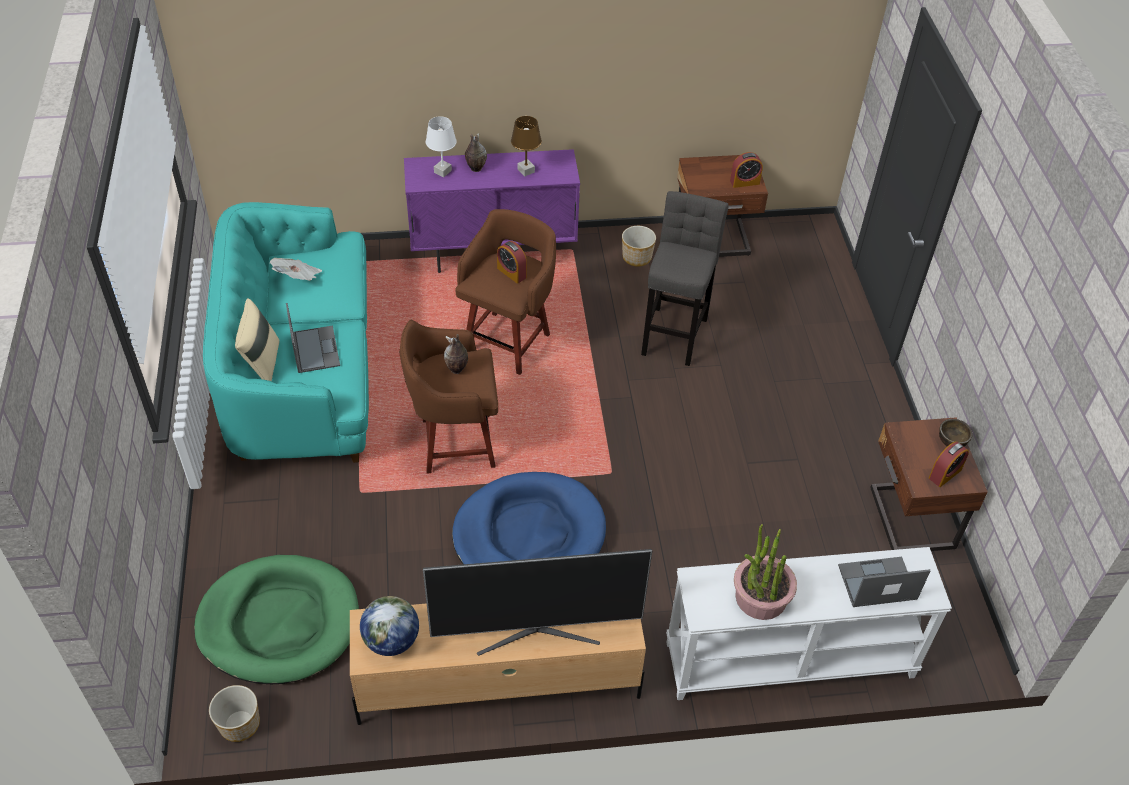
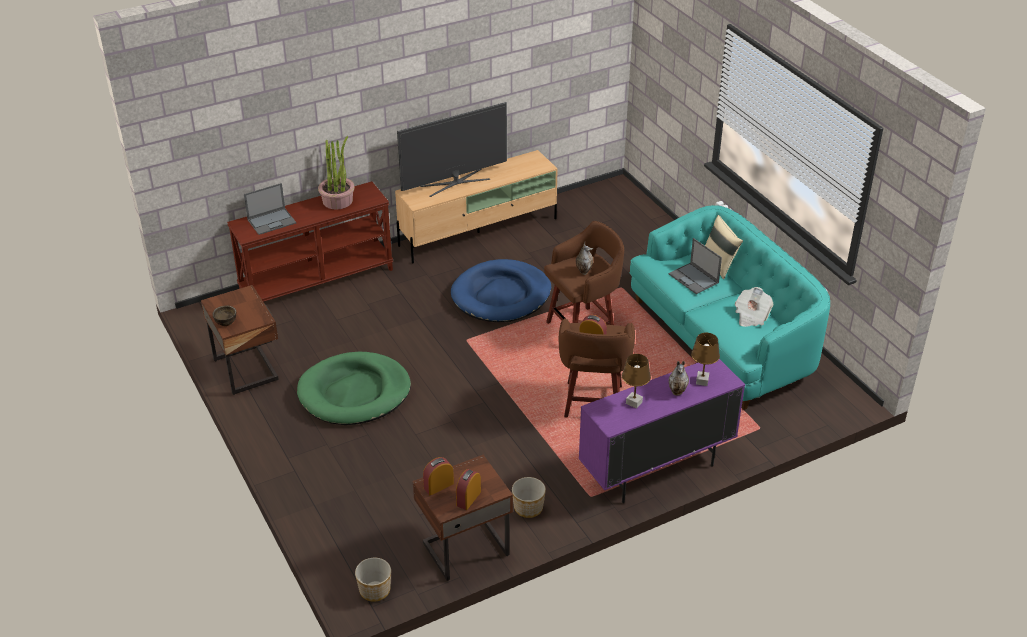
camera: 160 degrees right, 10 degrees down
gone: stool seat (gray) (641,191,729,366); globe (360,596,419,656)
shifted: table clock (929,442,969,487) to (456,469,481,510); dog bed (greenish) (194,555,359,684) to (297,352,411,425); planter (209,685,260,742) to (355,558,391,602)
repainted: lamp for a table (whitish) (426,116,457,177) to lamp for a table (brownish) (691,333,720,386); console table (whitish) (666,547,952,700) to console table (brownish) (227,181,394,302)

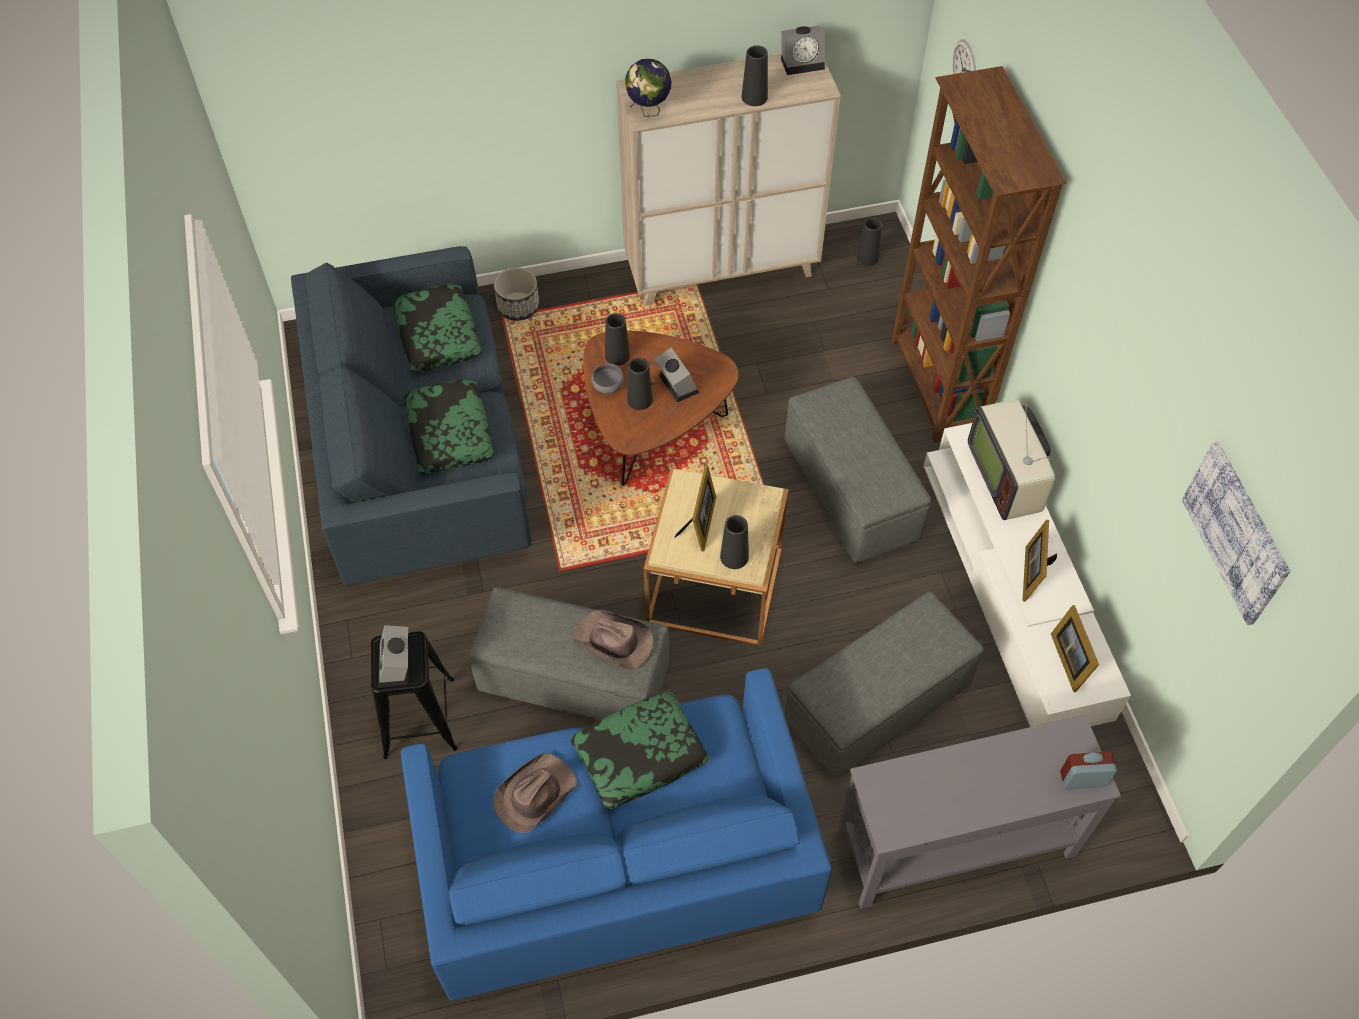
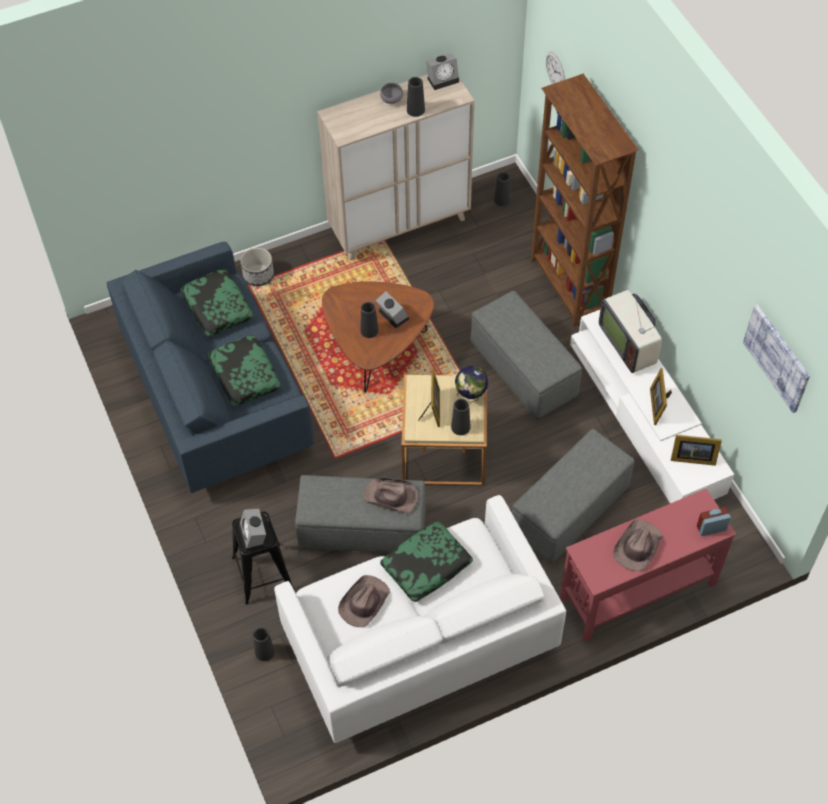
camera: 10 degrees left, 0 degrees up
new: wearable hat (brownish) (613,520,663,571)
shifted: globe (625,59,672,117) to (455,366,488,403); flower vase (blackish) (605,313,630,366) to (253,627,275,661); bowl (gray) (591,363,624,394) to (380,83,403,104)
repainted: sofa (blue-coloured) (401,668,832,1000) to sofa (whitish) (274,495,566,743); console table (gray) (837,715,1121,909) to console table (reddish) (560,488,736,642)
rotated: standing frame (1051,605,1099,692) = (671,435,722,466) 60 degrees counterclockwise

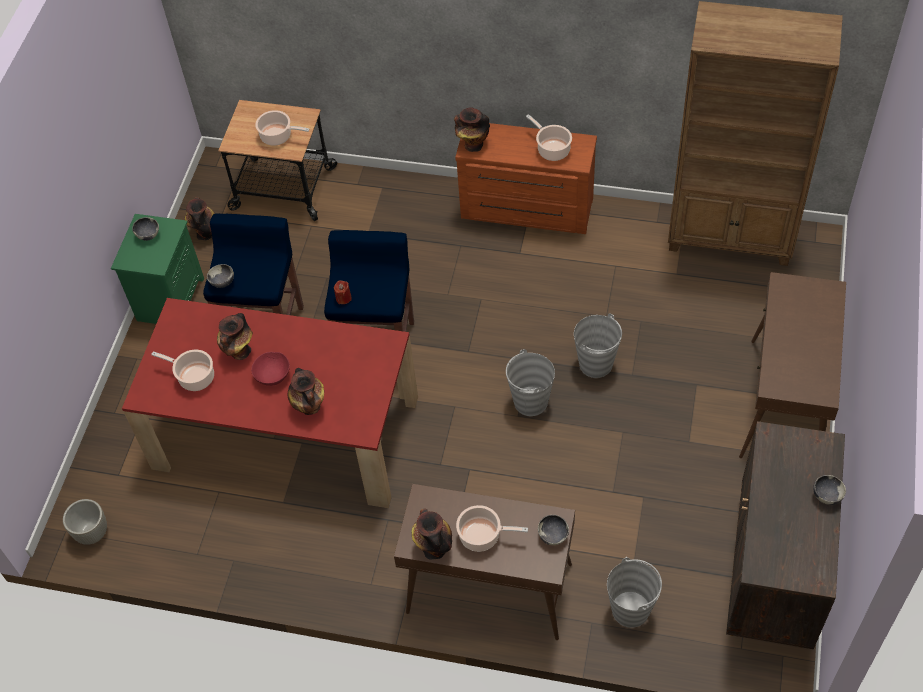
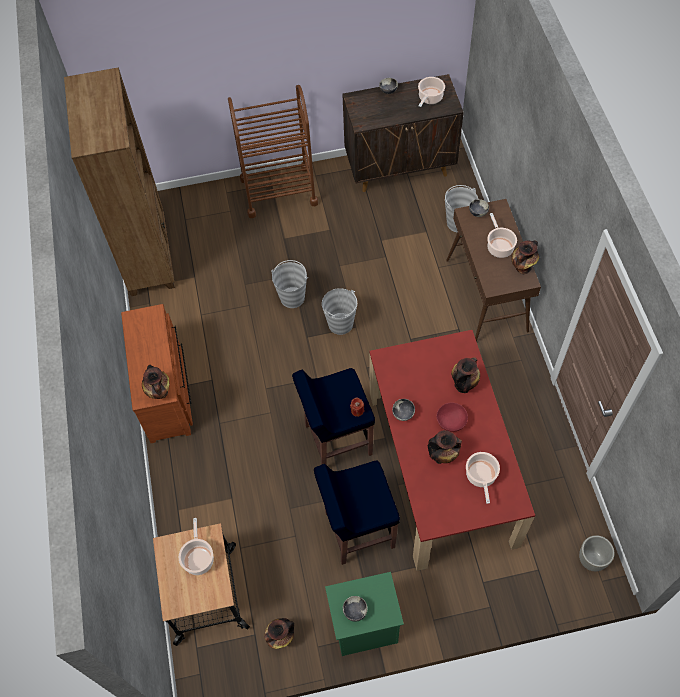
camera: 115 degrees left, 5 degrees up
shifted: saucepot (526,114,572,161) to (418,77,445,107); bowl (207,264,234,288) to (392,399,415,421)
swapped: console table (brownish) (739,272,846,458) to trolley (brownish) (228,85,318,218)

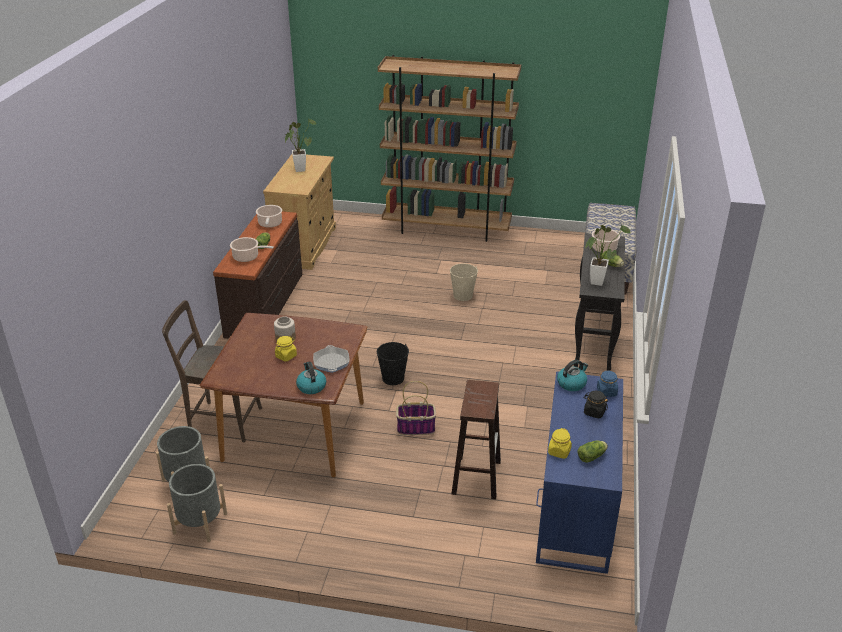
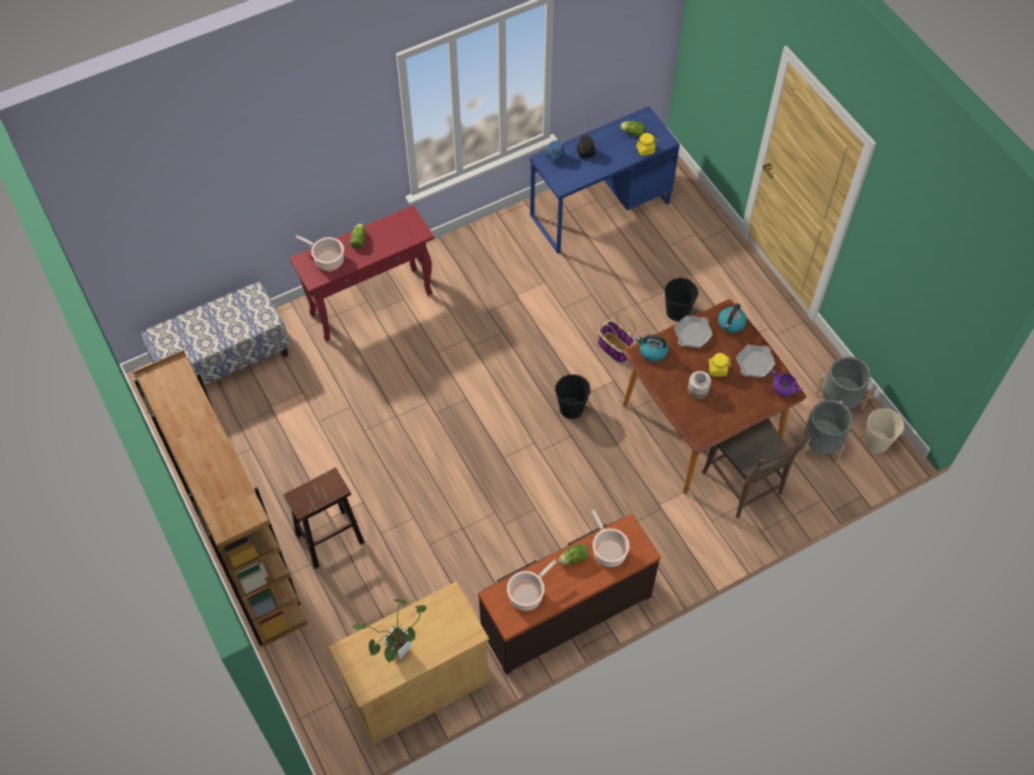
camera: 130 degrees left, 25 degrees up
gone: houseplant (585,224,631,286)
new: pail (blackish) (665,277,699,321); pan (736,345,776,377); saucepot (purplish) (771,370,802,397)
shifted: pail (beige) (450,264,478,301) to (865,408,905,453); water kettle (557,360,588,391) to (637,335,669,362); stool seat (brownish) (451,380,501,499) to (283,468,365,569)
repainted: console table (blackish) (574,233,625,371) to console table (reddish) (290,205,434,341)

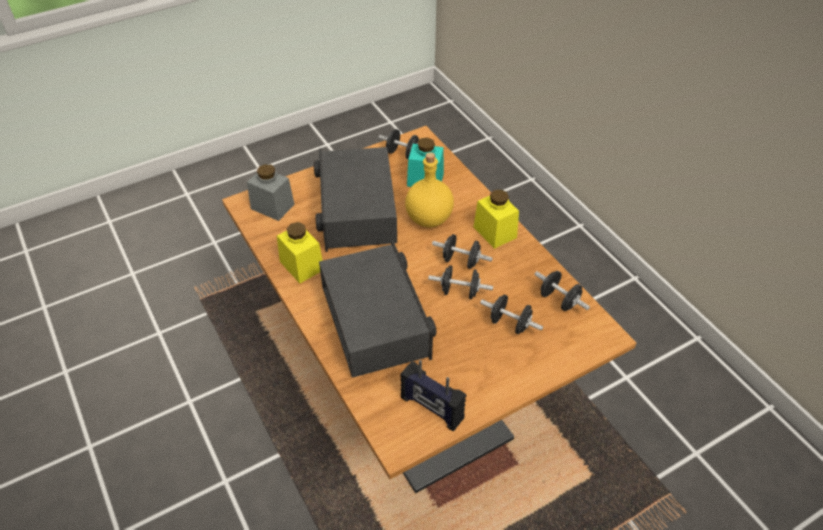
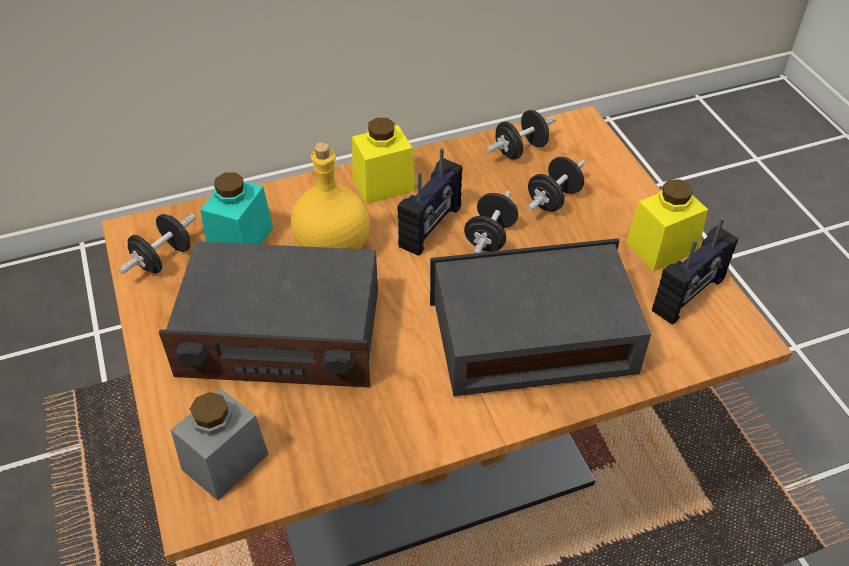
camera: 80 degrees left, 0 degrees up
shifted: storage jar (yellow) (277,222,323,284) to (626,179,708,271)
swapped: dumbbell (blackish) (432,234,493,269) to radio set (397,148,463,256)

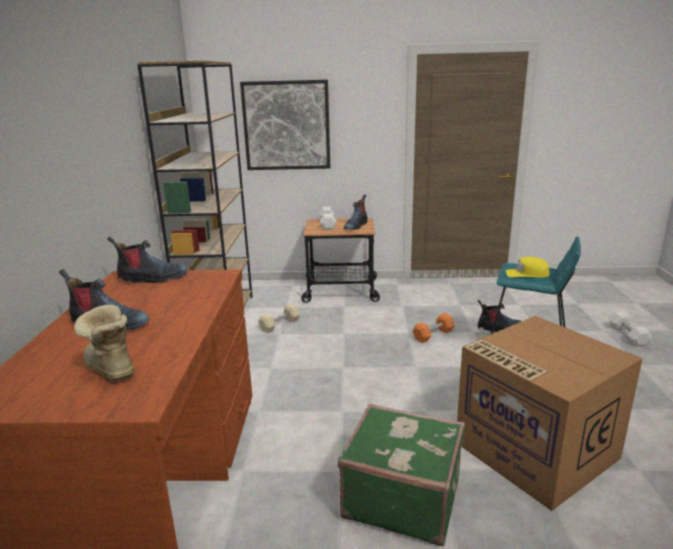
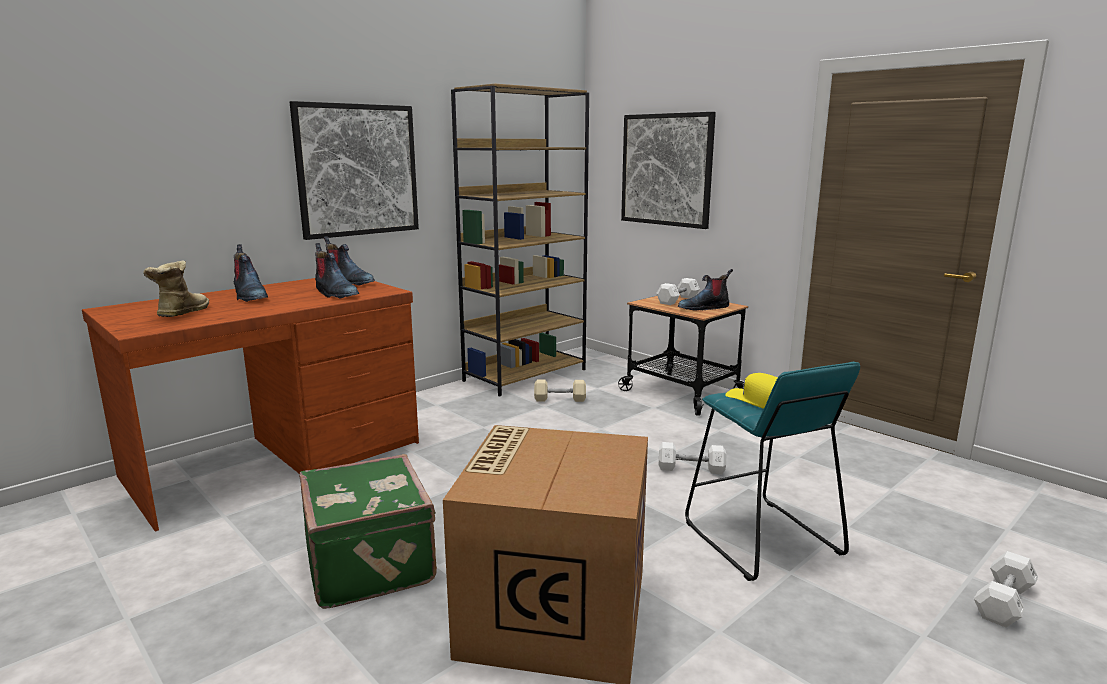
camera: 45 degrees right, 5 degrees down
new: wall picture (290,101,419,240)
shifted: boot (478,300,522,332) to (315,243,359,299)
repainted: dumbbell (orangey) (412,313,455,343) to dumbbell (whitish) (659,442,726,474)

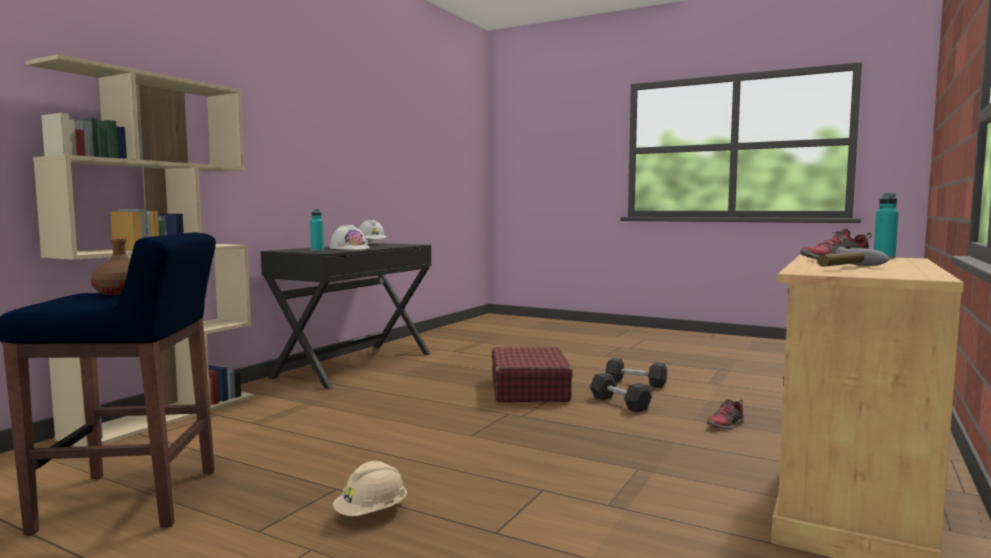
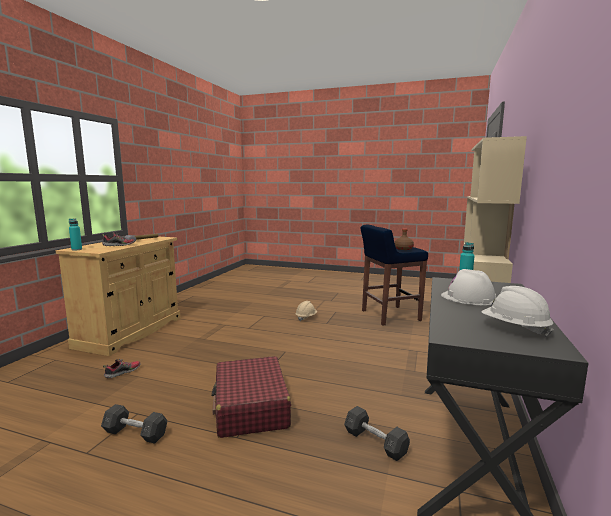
camera: 170 degrees right, 5 degrees up
shifted: dumbbell (gray) (590,372,652,412) to (344,406,410,461)

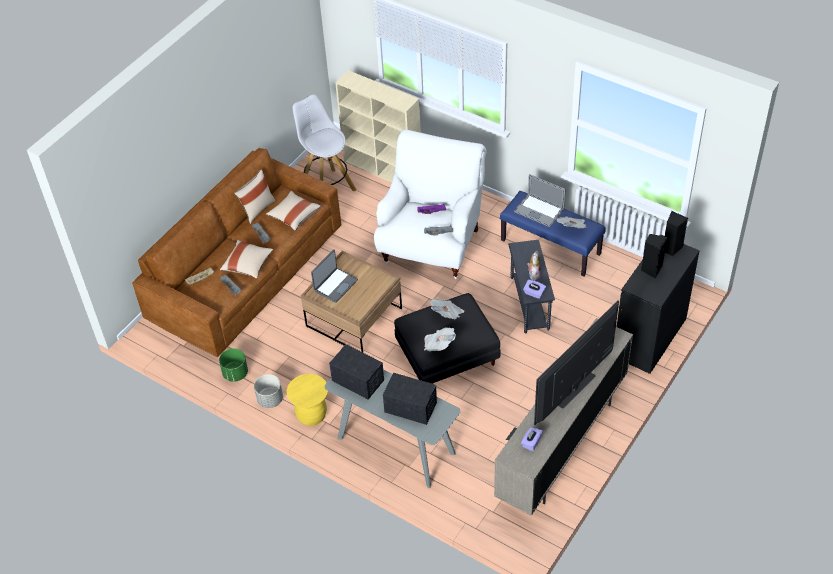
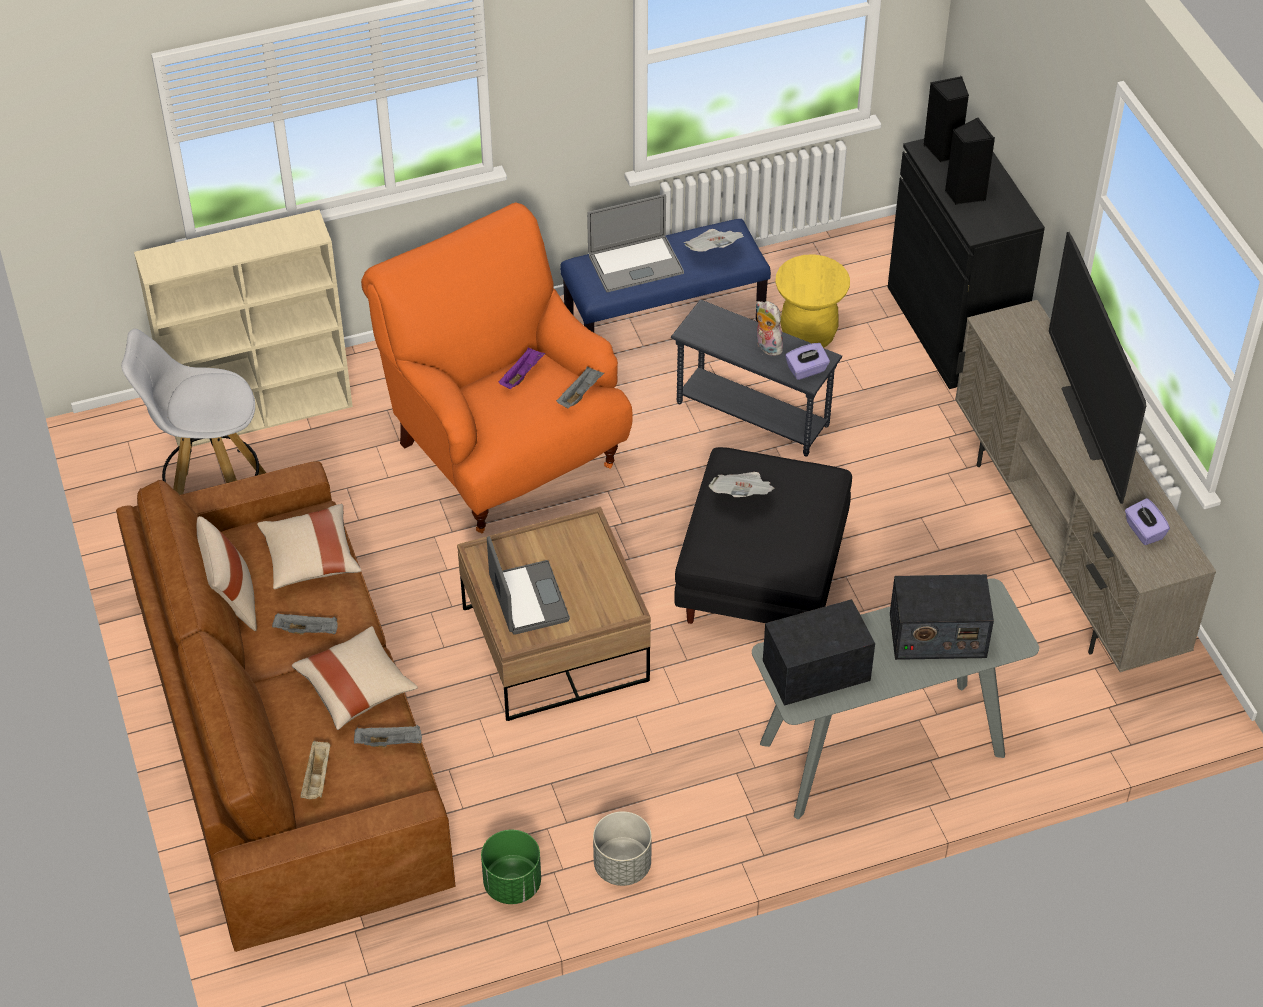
camera: 55 degrees left, 0 degrees up
gone: printed paper (424,327,456,351)
shifted: stool seat (yellow) (287,374,328,426) to (775,254,850,348)
repainted: lounge chair (whitish) (374,129,486,279) to lounge chair (orangey) (361,202,633,533)
rotated: radio set (383,373,437,425) = (890,574,994,660) 150 degrees counterclockwise

